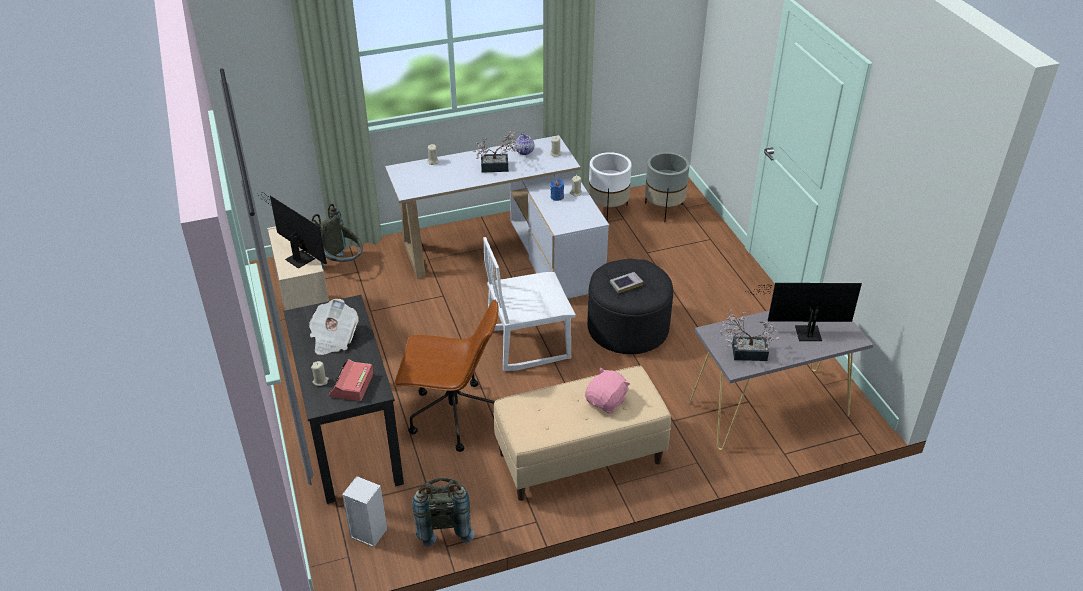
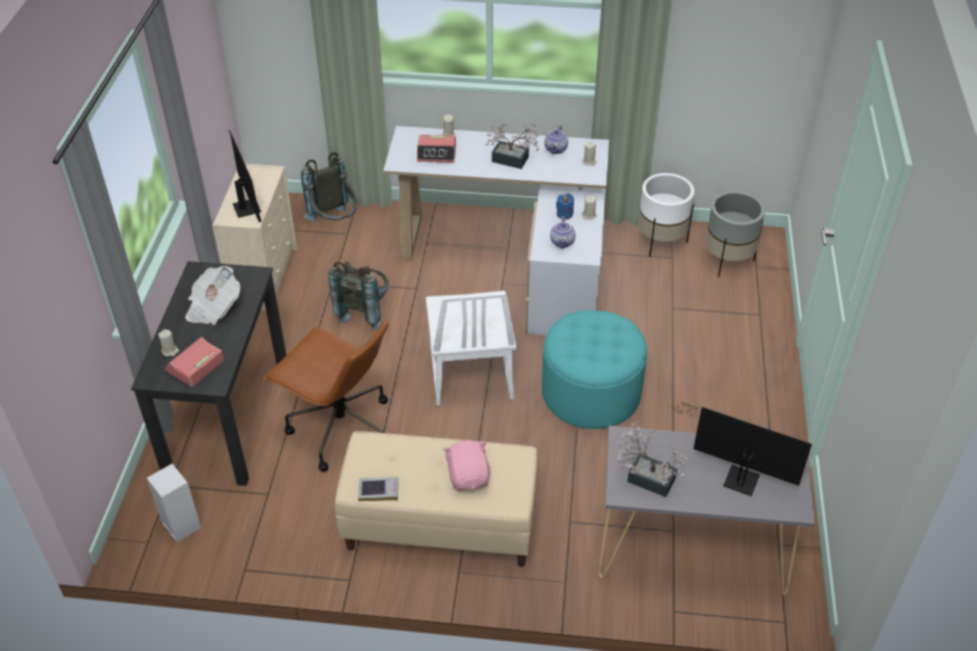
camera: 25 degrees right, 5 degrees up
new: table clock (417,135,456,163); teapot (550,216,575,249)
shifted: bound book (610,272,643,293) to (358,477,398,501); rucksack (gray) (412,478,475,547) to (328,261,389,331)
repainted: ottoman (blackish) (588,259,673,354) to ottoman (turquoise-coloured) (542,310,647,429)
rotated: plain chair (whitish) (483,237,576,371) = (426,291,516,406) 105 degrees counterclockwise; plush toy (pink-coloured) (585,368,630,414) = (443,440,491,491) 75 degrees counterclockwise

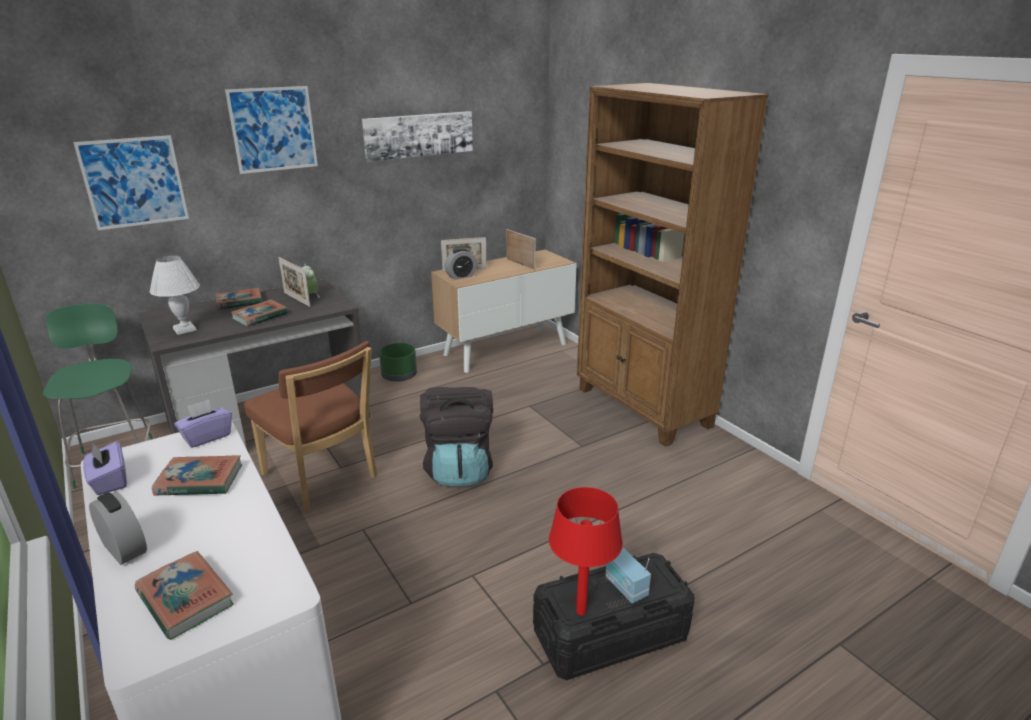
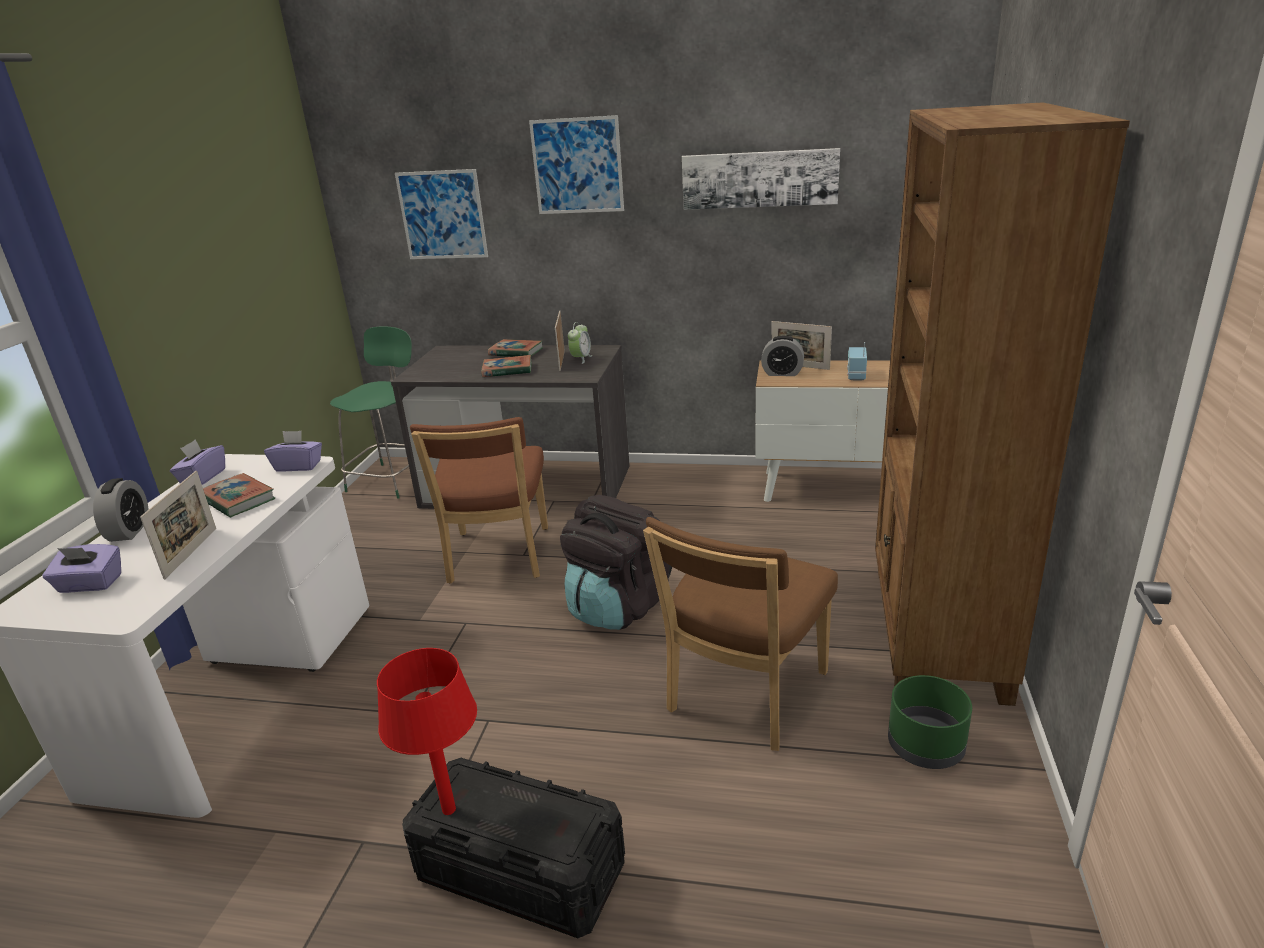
camera: 45 degrees right, 0 degrees up
gone: lamp for a table (whitish) (150,256,200,335)
new: plain chair (brownish) (643,517,838,751)
shifted: standing frame (507,229,536,270) to (140,471,216,579); planter (greenish) (379,343,417,382) to (888,675,972,769); radio set (605,548,651,603) to (847,342,867,381)
swapped: bound book (135,551,234,640) to tissue box (purplish) (42,544,121,593)

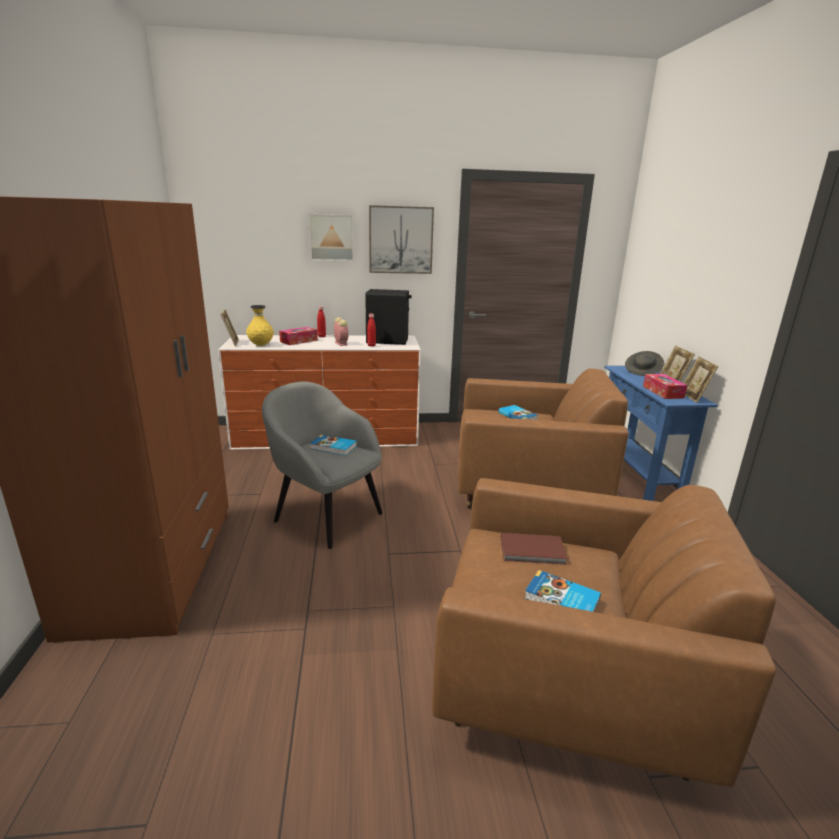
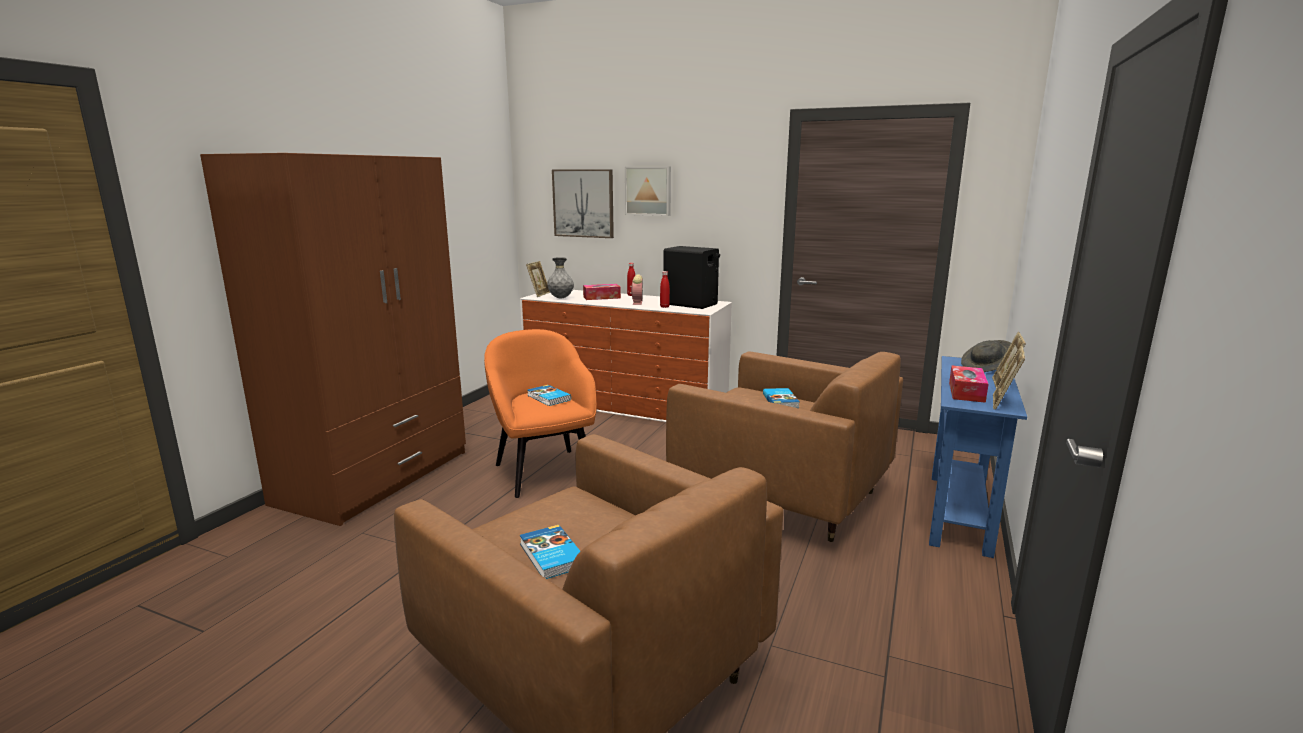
camera: 30 degrees right, 5 degrees down
gone: bound book (brownish) (501,533,568,565)
shifted: wall picture (369,205,434,274) to (552,169,614,238)
repainted: flower vase (yellow) (246,305,274,346) to flower vase (gray) (547,257,574,299); lounge chair (gray) (262,381,383,549) to lounge chair (orangey) (484,329,597,498)

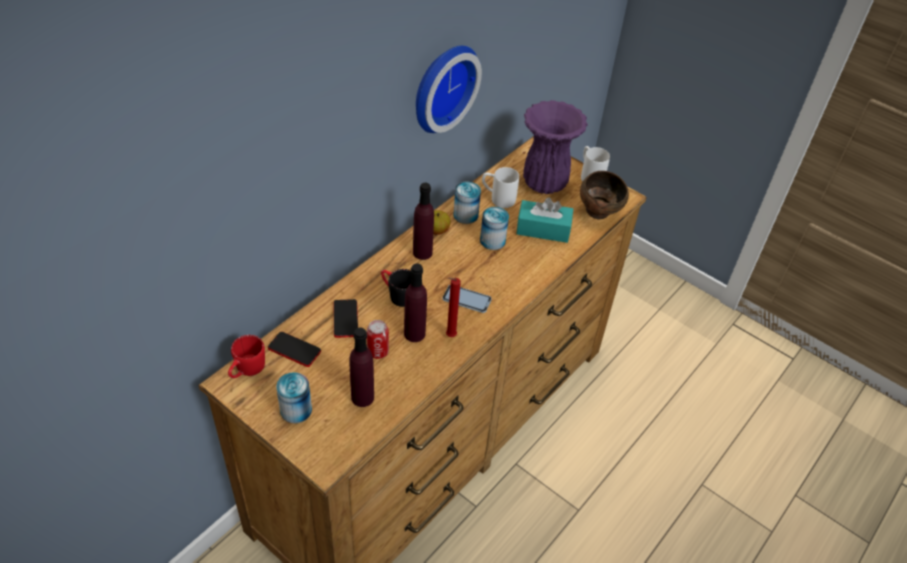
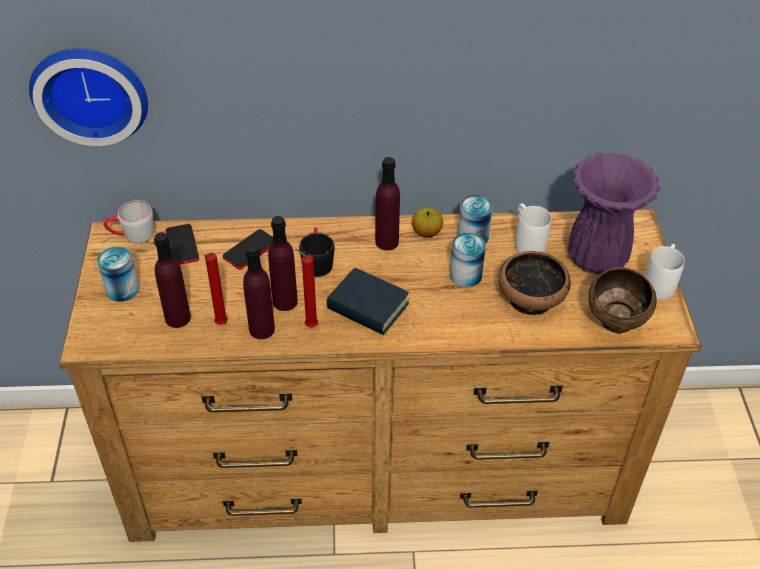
camera: 50 degrees right, 0 degrees up
gone: can (367,320,389,359)
new: drink bottle (purplish) (243,244,275,339); wax light (reddish) (203,252,228,325)
shifted: wall clock (416,46,482,133) to (29,48,148,146)
swapped: tissue box (turquoise-coloured) (516,197,573,243) to bowl (498,251,571,315); telephone (442,285,492,313) to bound book (326,268,409,335)
repainted: coffee mug (reddish) (228,335,265,378) to coffee mug (gray) (103,200,154,243)

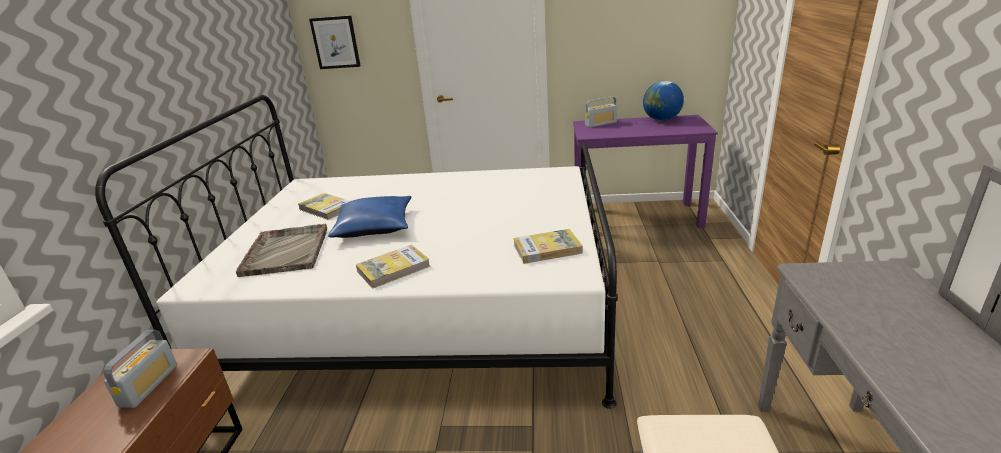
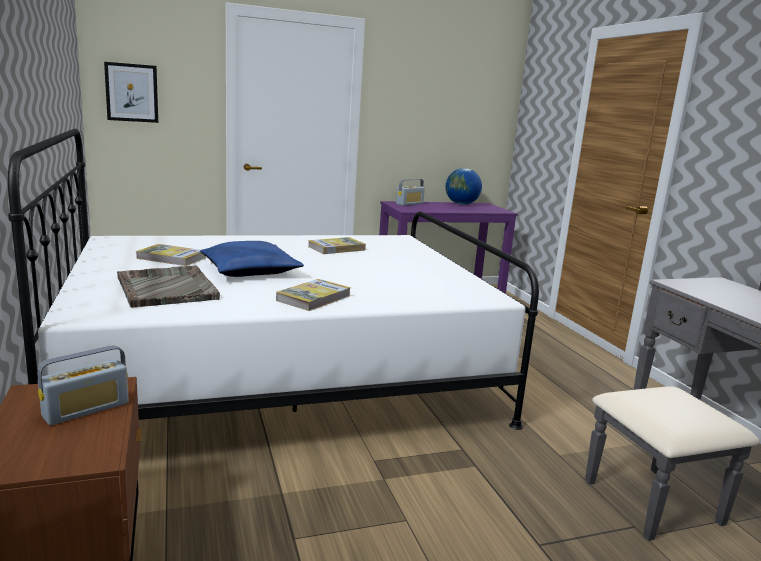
camera: 25 degrees left, 10 degrees down
shifted: bound book (513,229,583,264) to (308,237,366,254)
rotated: radio set (104,330,177,408) = (37,345,129,425) 60 degrees clockwise

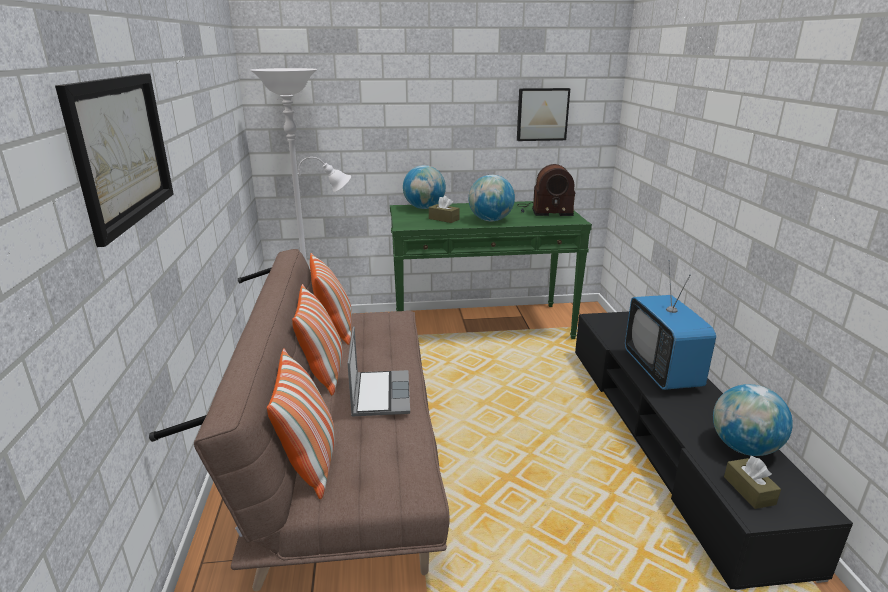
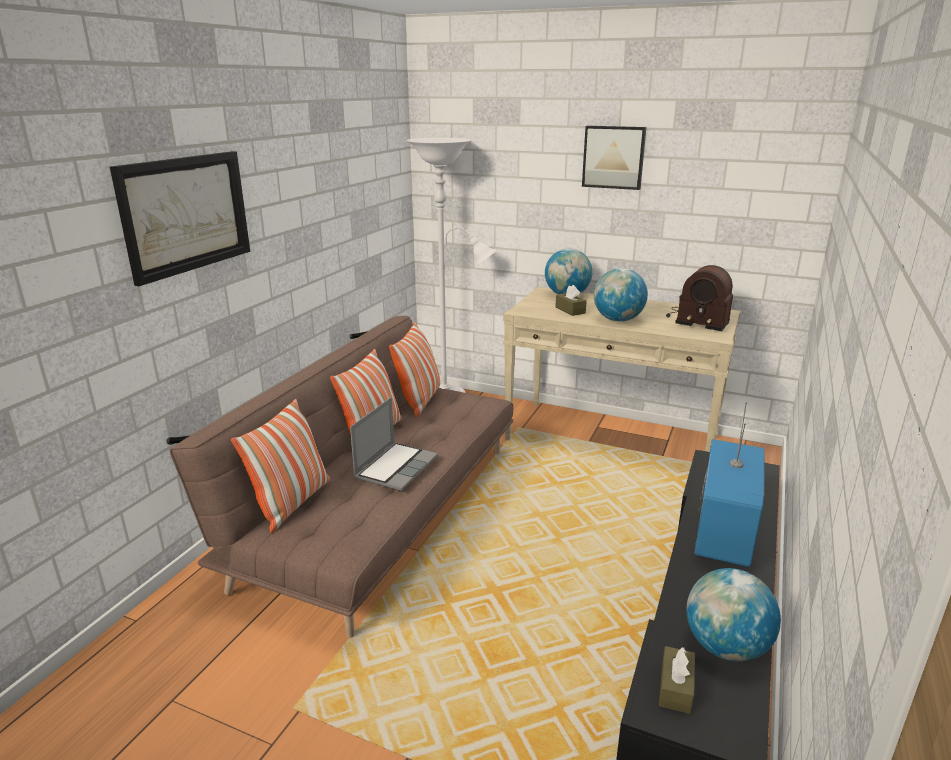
camera: 30 degrees right, 0 degrees up
shifted: wall picture (517,88,570,141) to (582,126,646,190)
repainted: console table (greenish) (390,201,592,339) to console table (beige) (503,287,741,452)

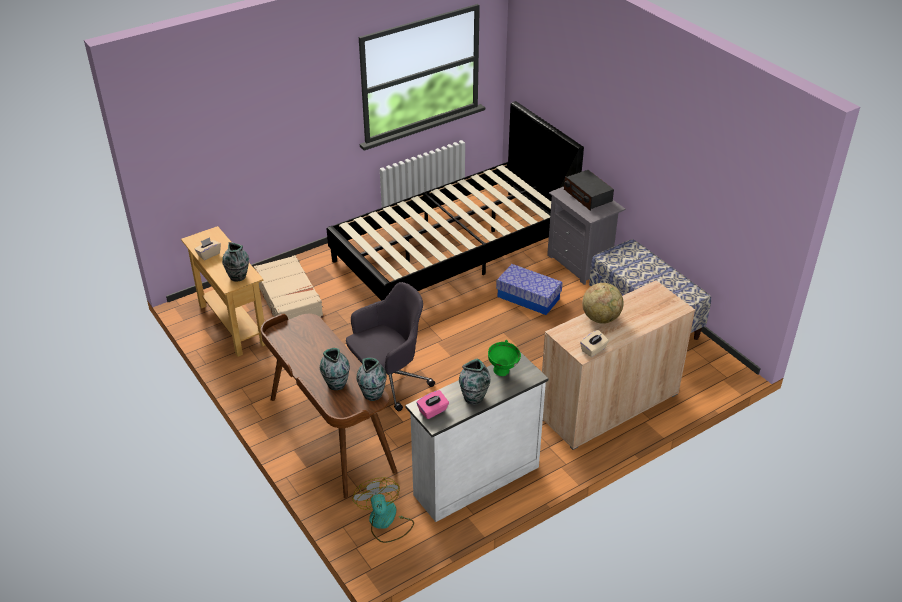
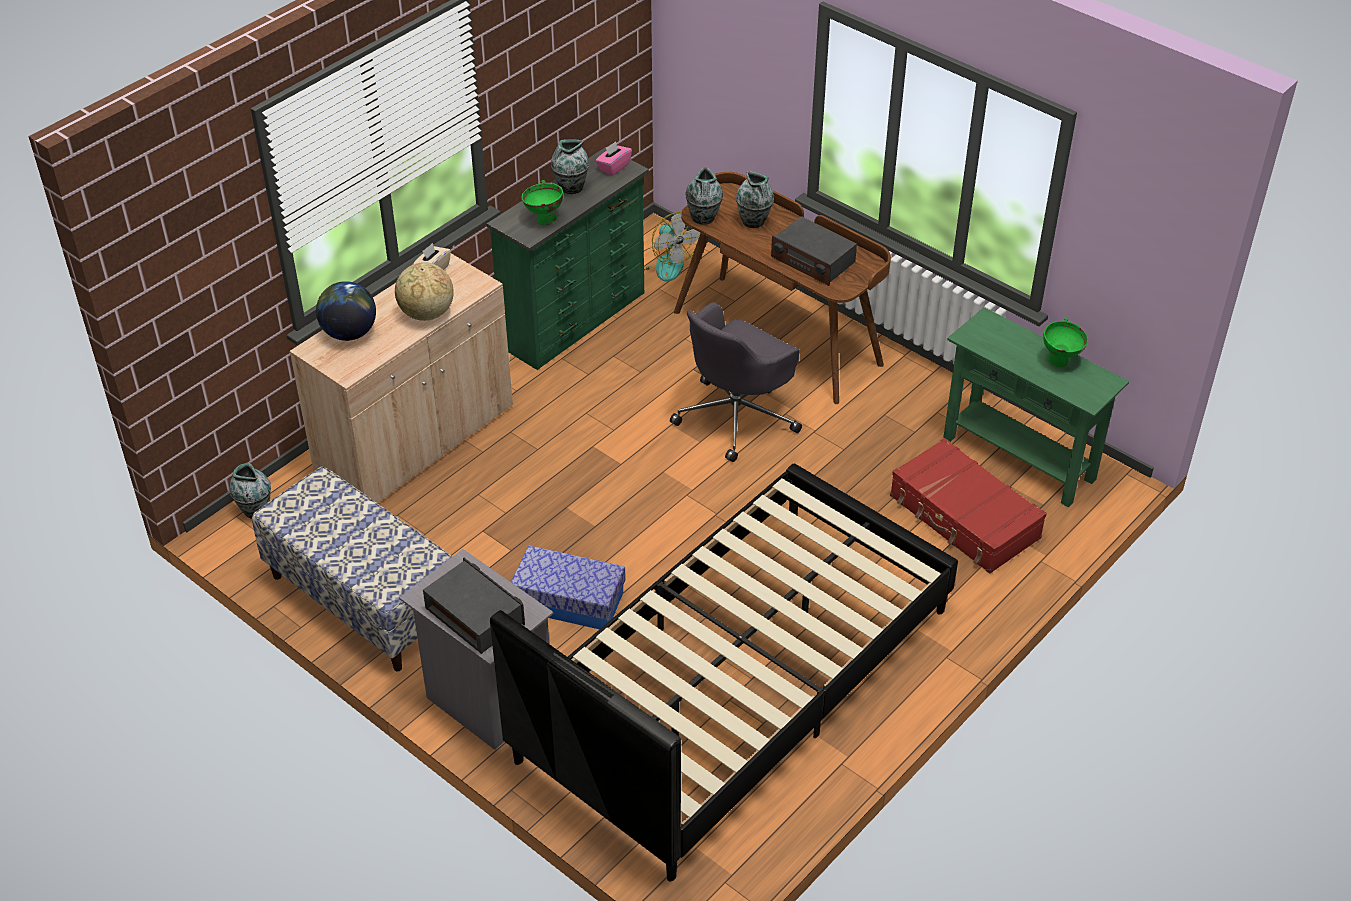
camera: 165 degrees right, 5 degrees up
new: radio set (771,216,857,286); globe (316,281,376,341)
shifted: flower vase (222,242,249,282) to (230,463,271,519)
swapped: tissue box (beige) (195,237,221,260) to bowl (greenish) (1043,318,1088,367)
repainted: console table (beige) (181,226,265,357) to console table (greenish) (943,307,1129,507); piece of luggage (beige) (254,255,324,320) to piece of luggage (reddish) (890,438,1047,574); dresser (whitish) (405,352,549,522) to dresser (greenish) (487,147,649,370)

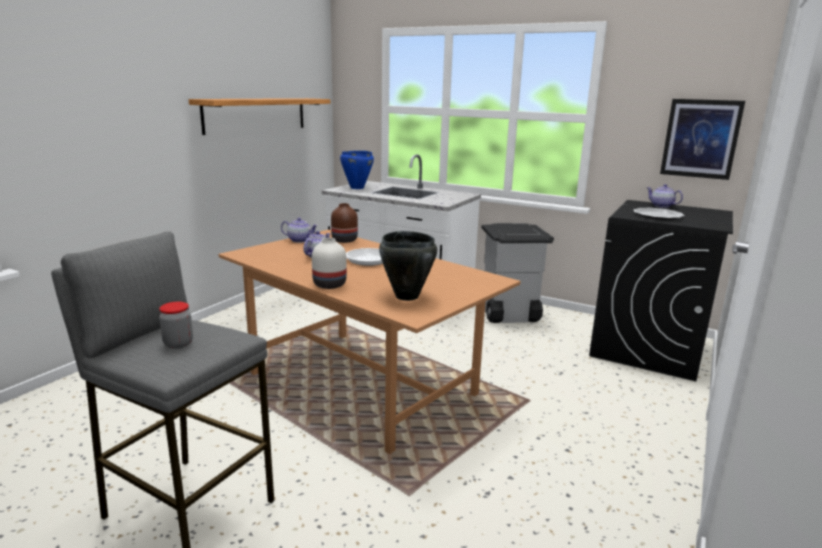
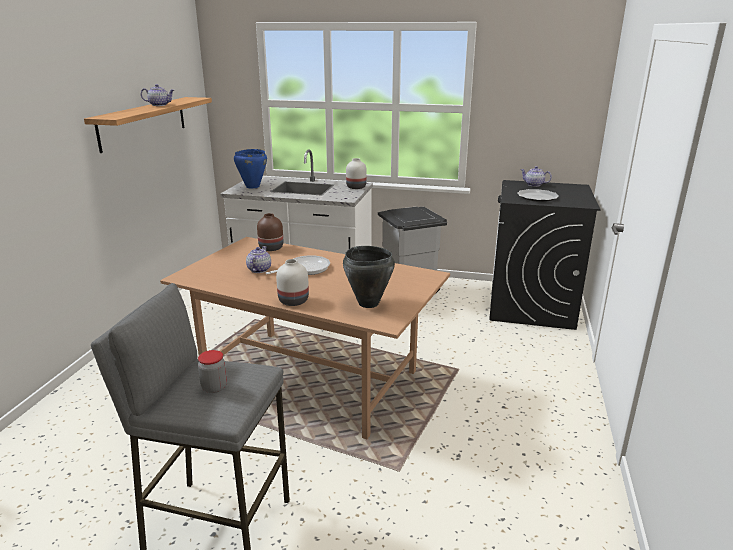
camera: 15 degrees left, 5 degrees up
gone: wall picture (660,99,745,180)
new: flower vase (whitish) (346,158,367,189)
shifted: teapot (281,218,318,243) to (141,84,174,106)

